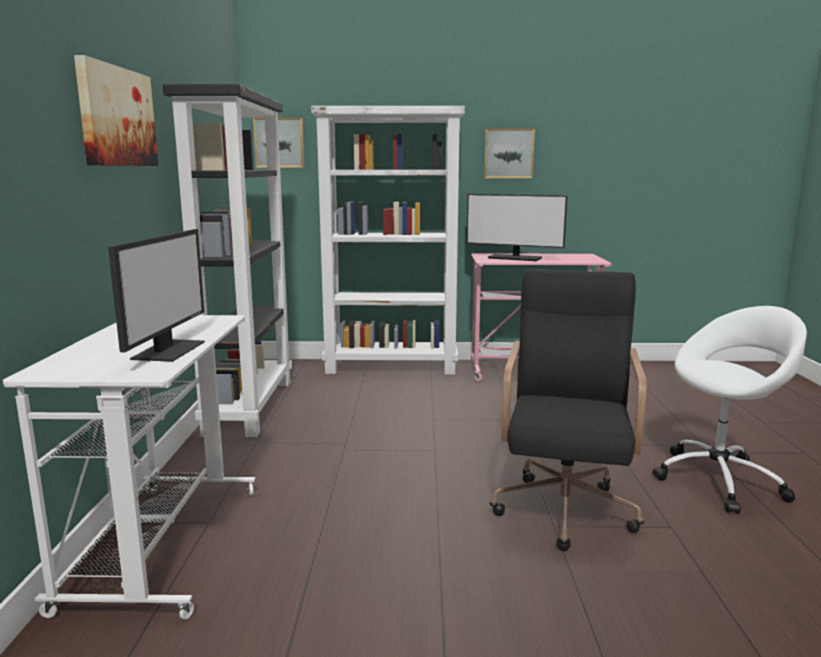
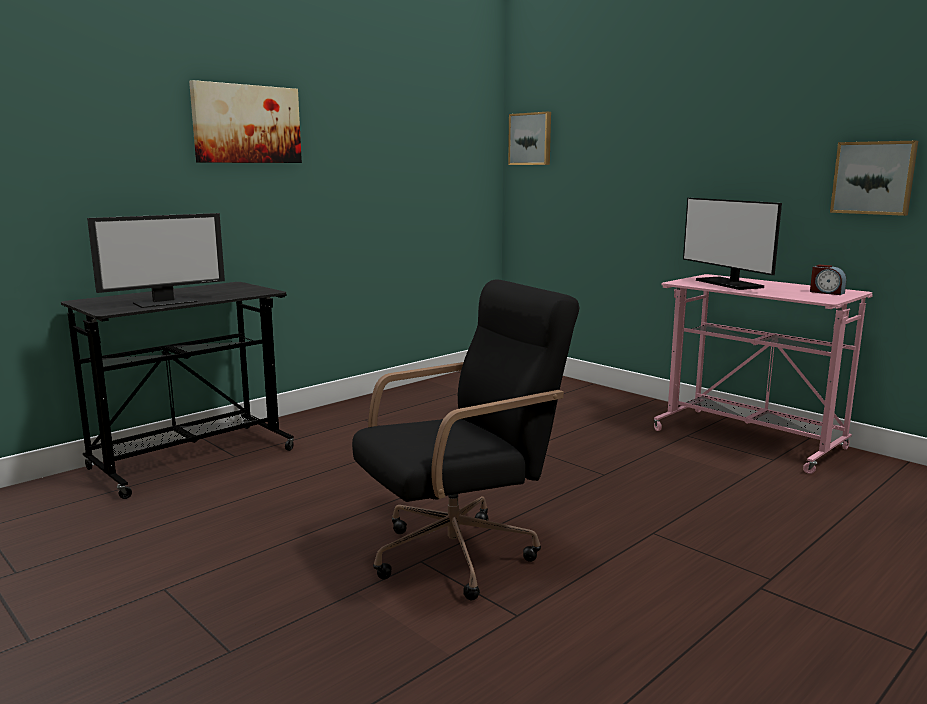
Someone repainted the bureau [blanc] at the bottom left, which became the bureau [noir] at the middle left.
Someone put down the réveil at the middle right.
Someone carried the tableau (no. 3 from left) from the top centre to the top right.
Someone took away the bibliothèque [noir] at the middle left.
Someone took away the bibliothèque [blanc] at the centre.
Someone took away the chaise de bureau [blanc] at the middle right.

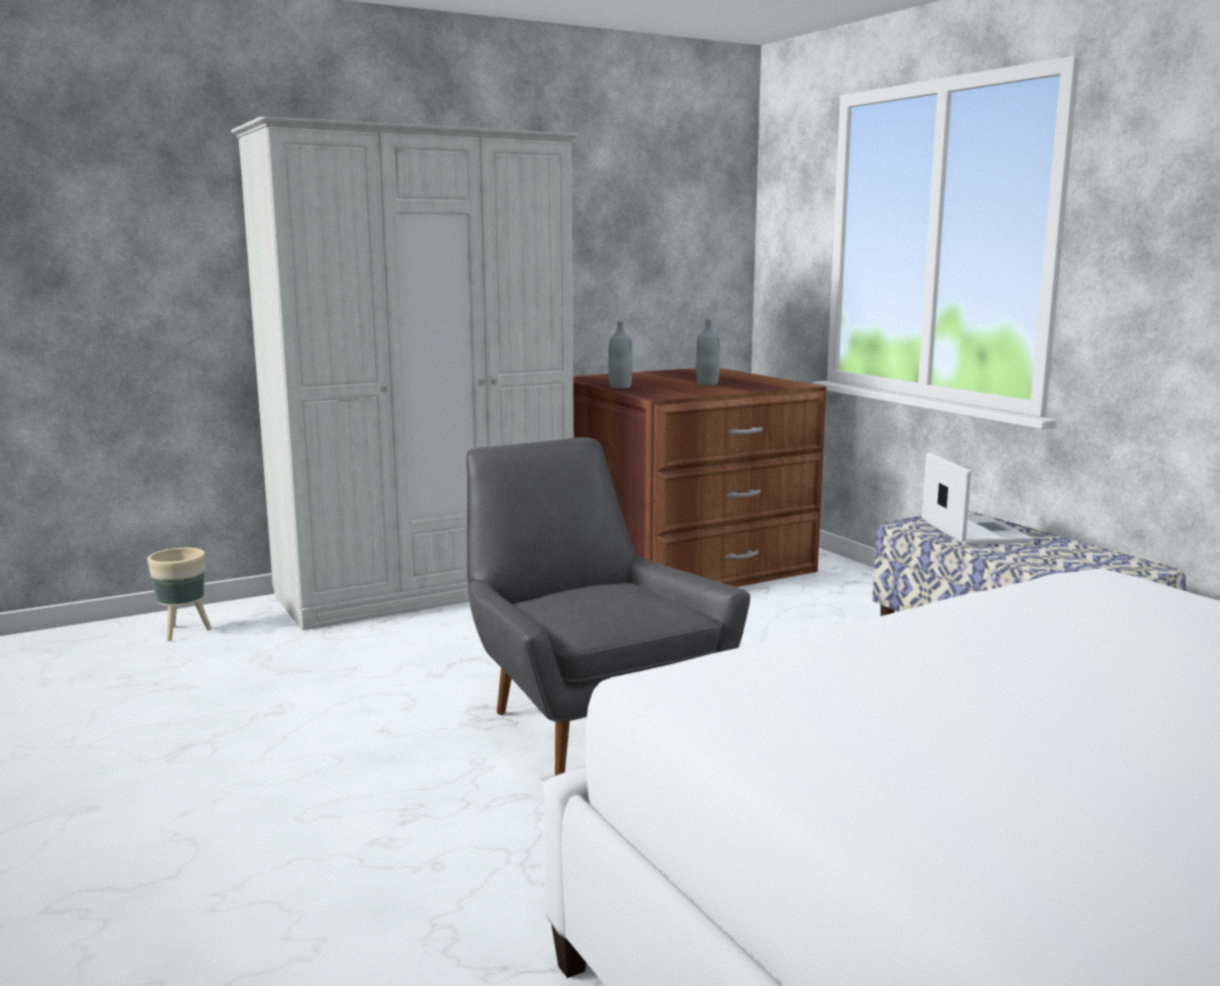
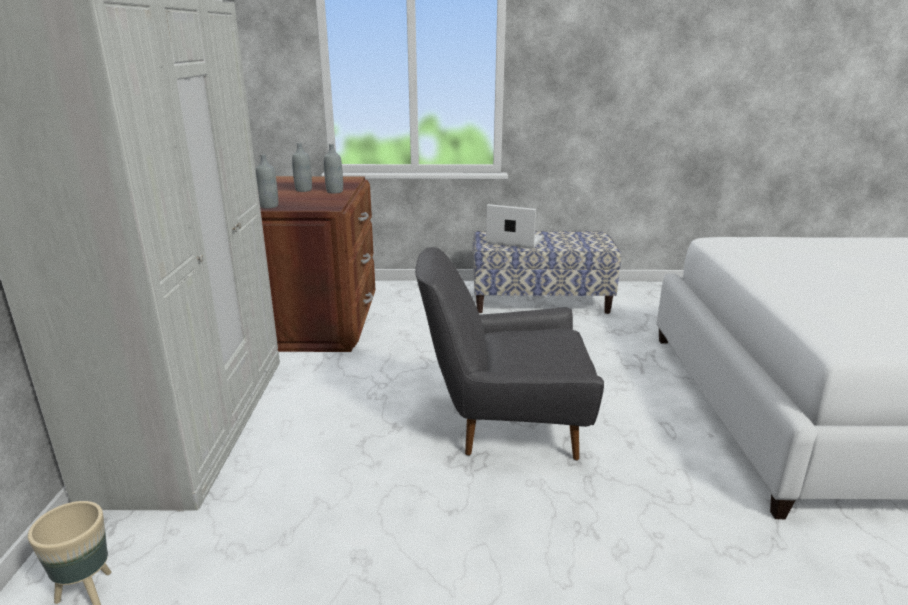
Someone put down the bouteille [gris] (no. 3 from left) at the top centre.

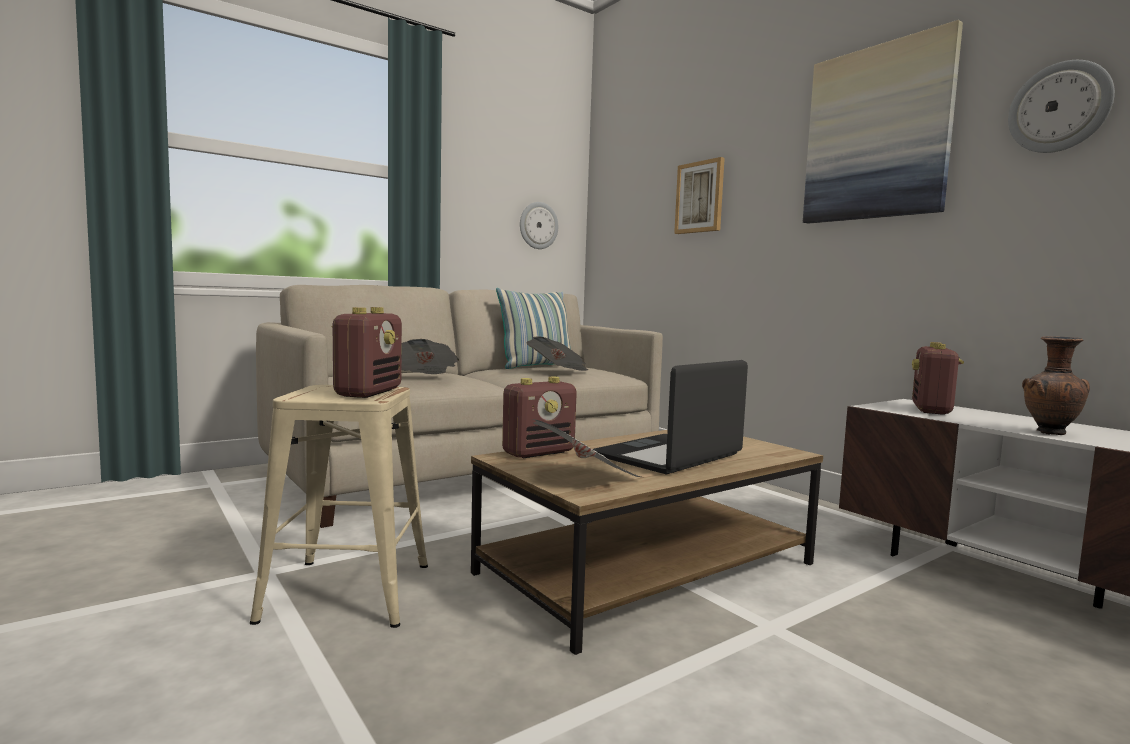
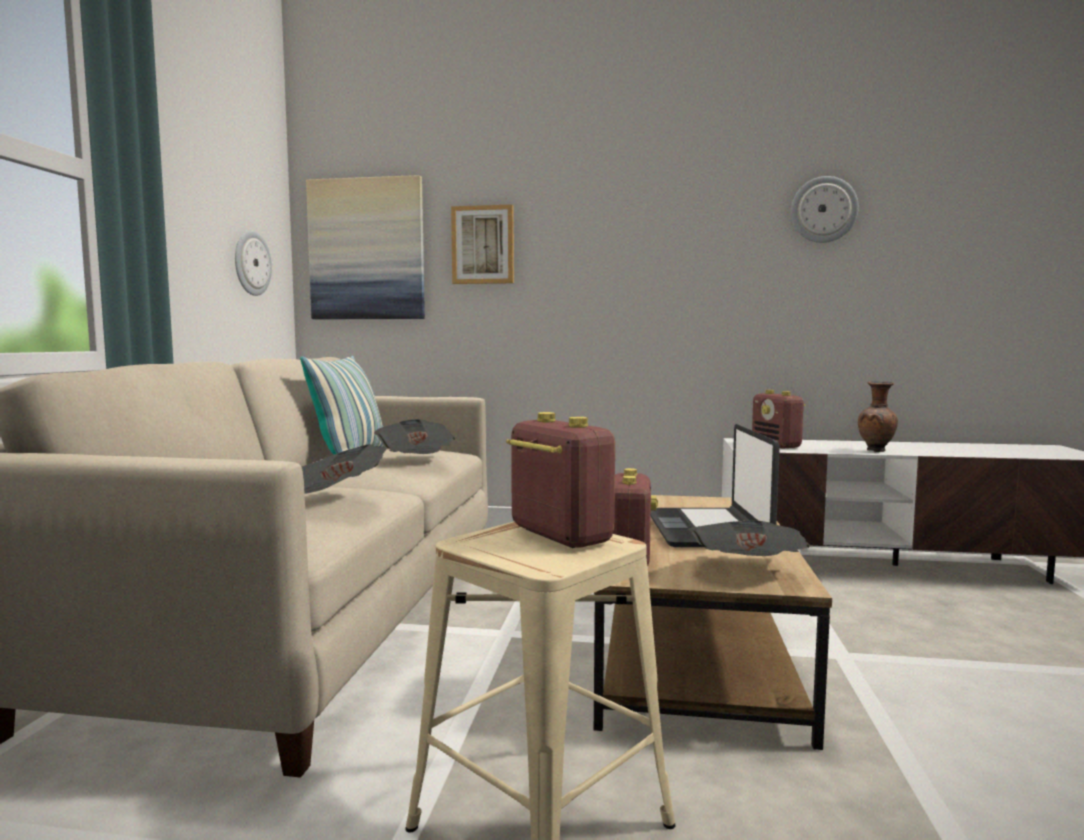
Someone carried the tableau (no. 2 from left in the first image) from the top right to the top centre.

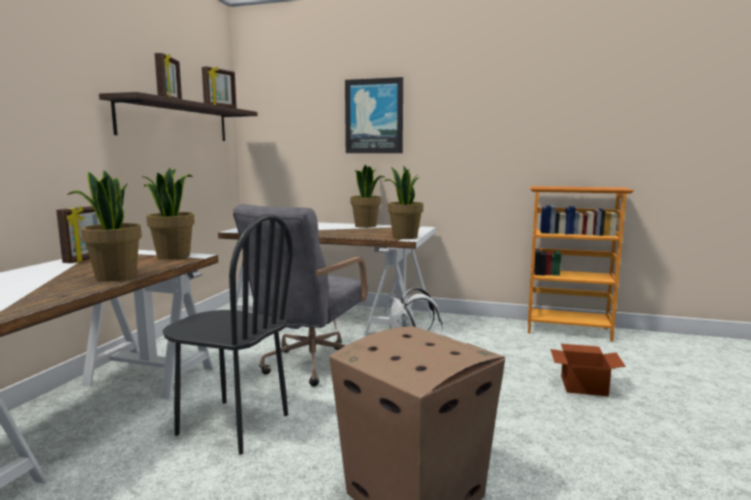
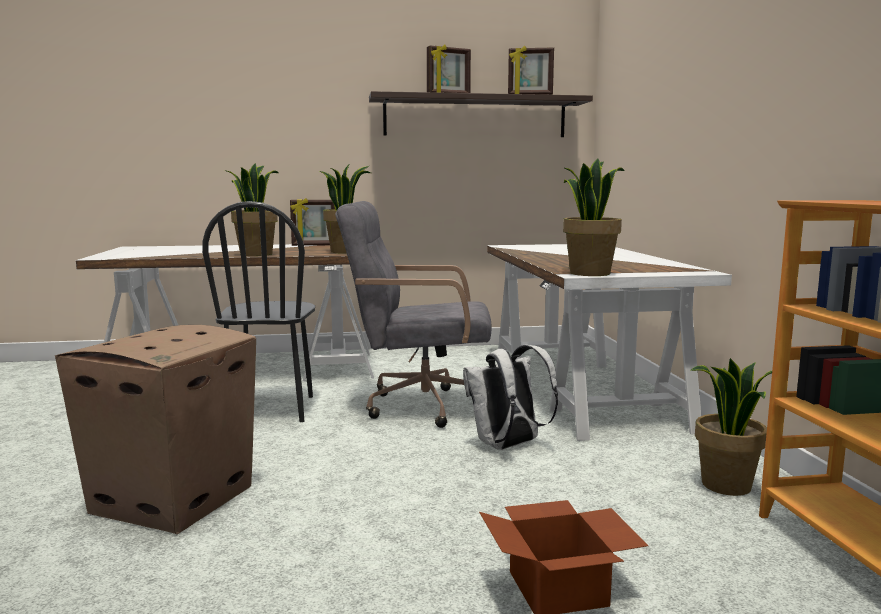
Someone carried the plante en pot (no. 3 from left in the first image) from the centre to the bottom right.
Someone took away the tableau at the top centre.

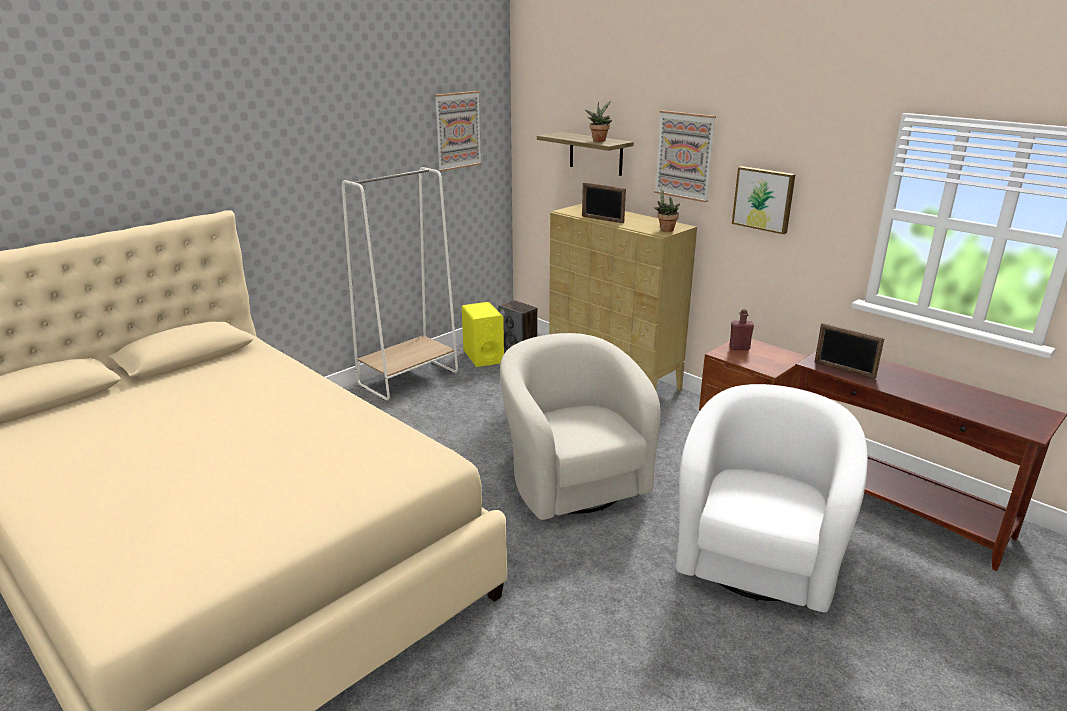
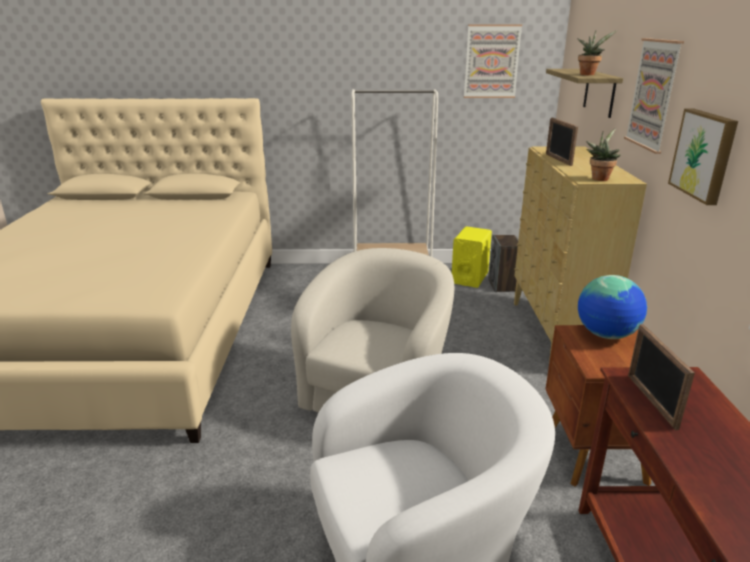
Someone swapped the bouteille [rouge] at the middle right for the globe at the middle right.

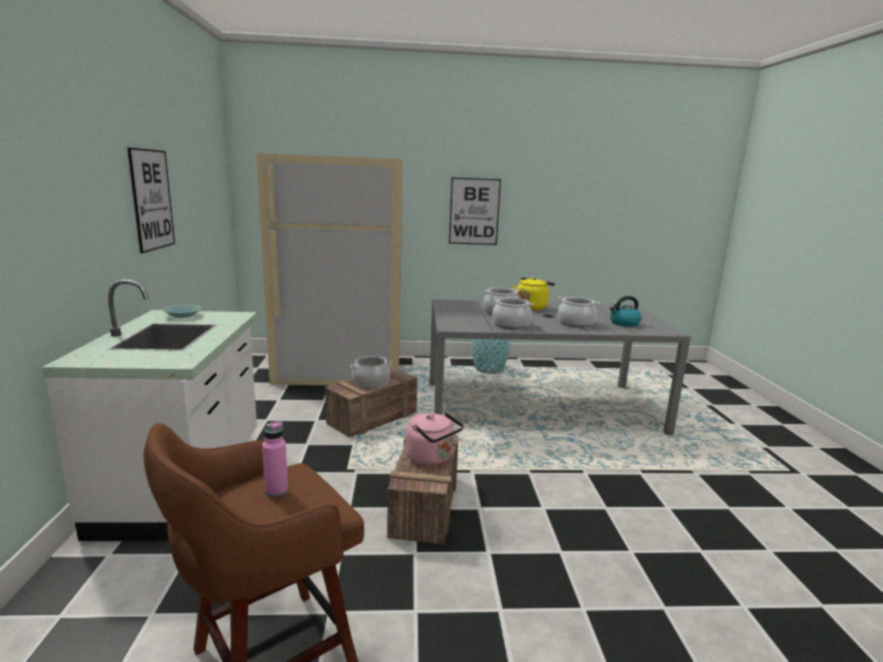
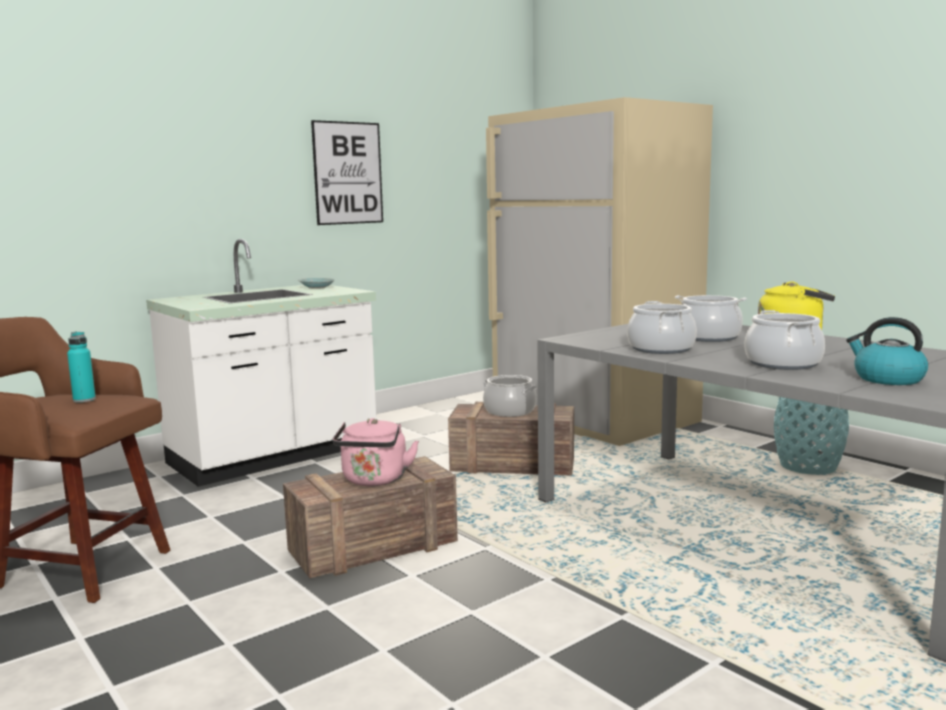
Someone repainted the bouteille [rose] at the bottom left, which became the bouteille [turquoise] at the middle left.
Someone took away the tableau (no. 2 from left) at the top centre.

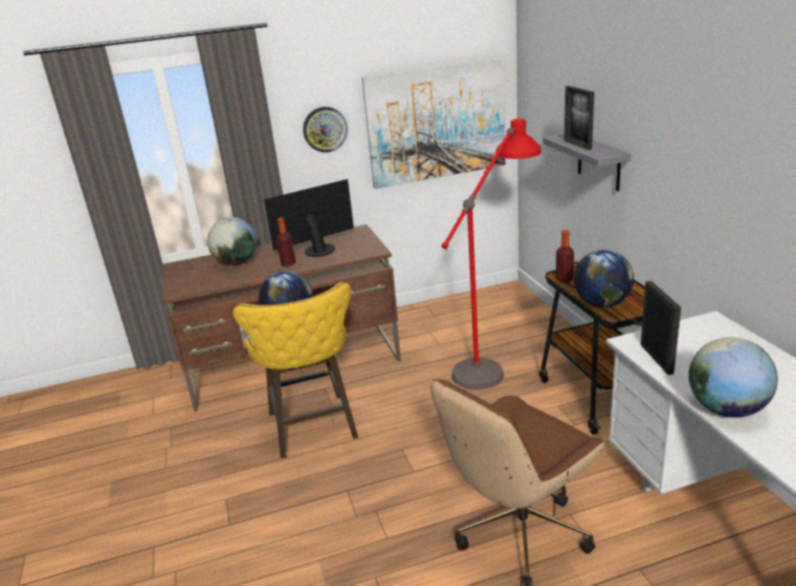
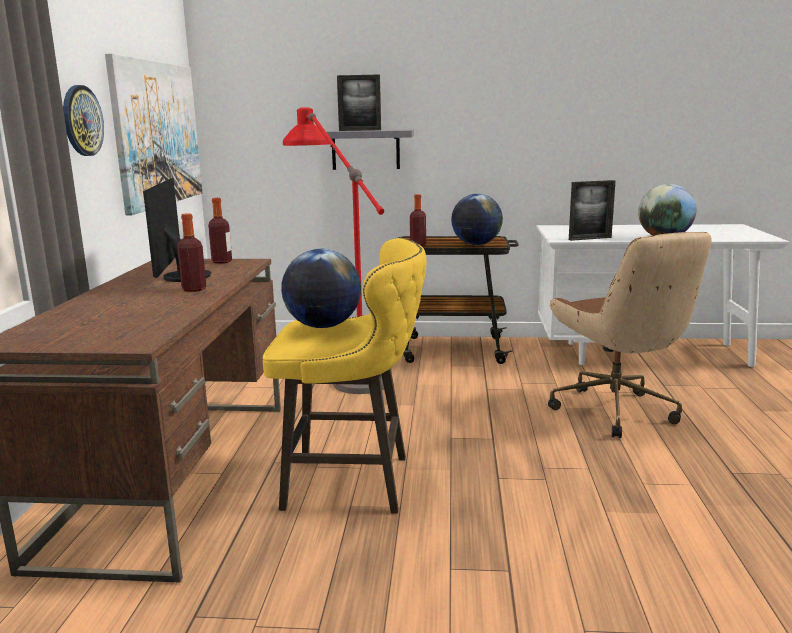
Someone put down the bouteille (no. 2 from left) at the middle left.
Someone rotated the cadre photo (no. 2 from left) at the middle right by 150 degrees clockwise.
Someone took away the globe (no. 1 from left) at the middle left.

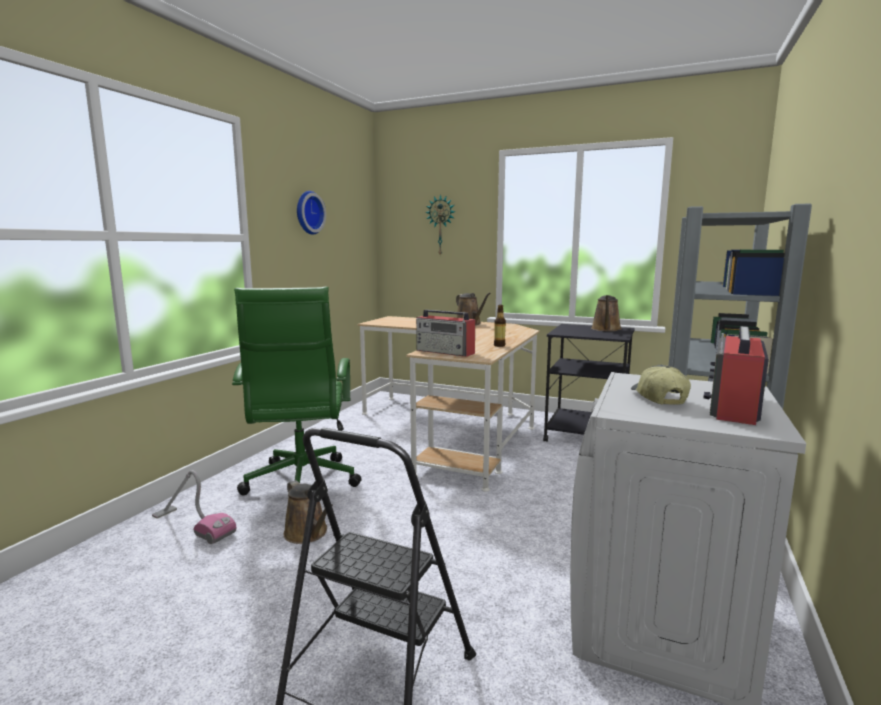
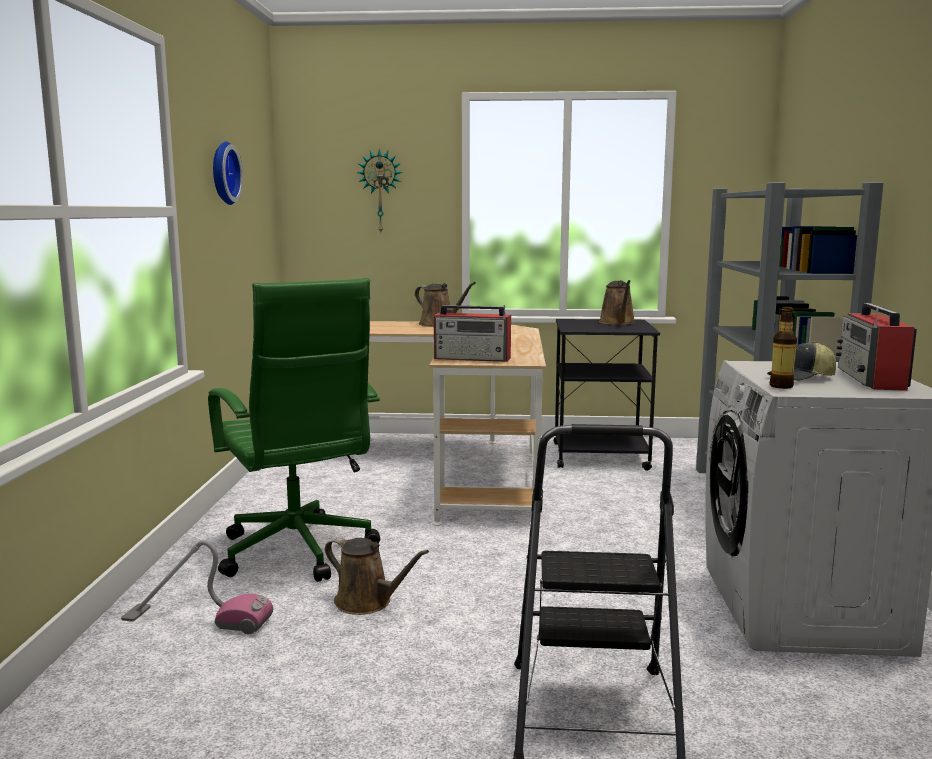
Someone rotated the casquette at the middle right by 90 degrees counterclockwise.
Someone carried the bouteille from the centre to the middle right.

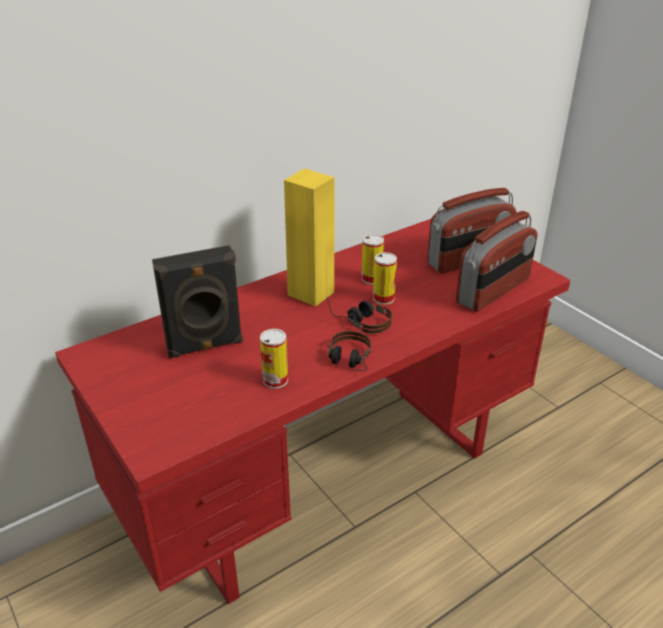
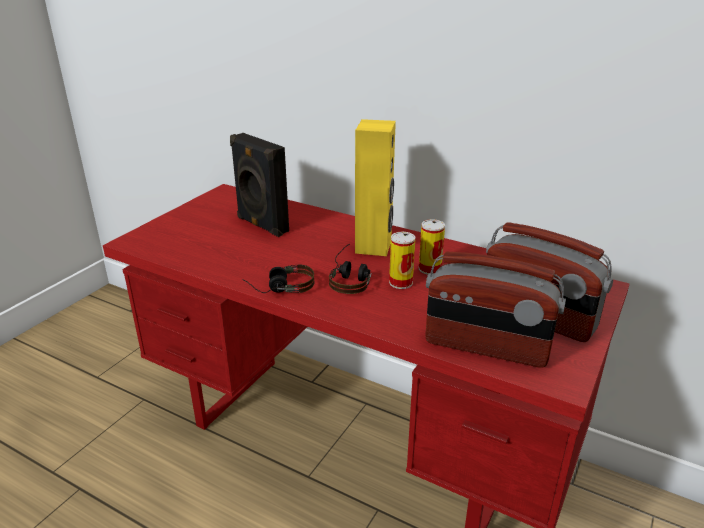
Someone took away the boîte métallique (no. 1 from left) at the centre.

